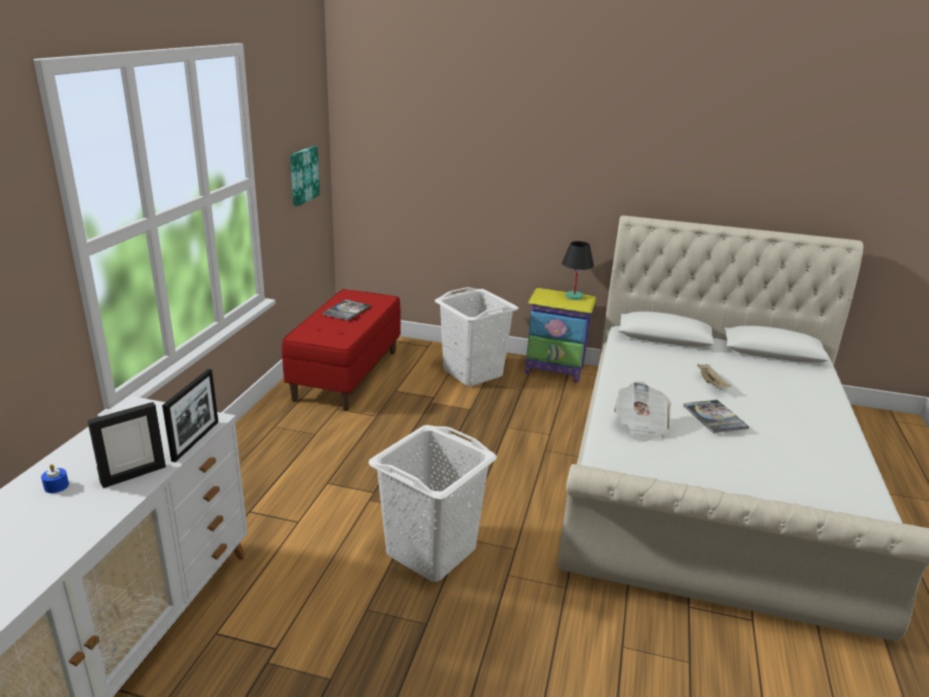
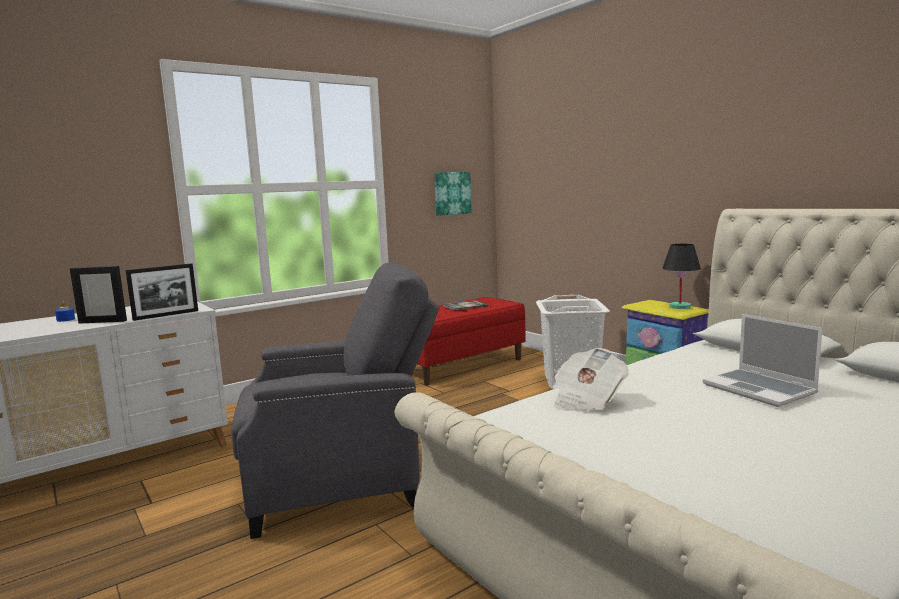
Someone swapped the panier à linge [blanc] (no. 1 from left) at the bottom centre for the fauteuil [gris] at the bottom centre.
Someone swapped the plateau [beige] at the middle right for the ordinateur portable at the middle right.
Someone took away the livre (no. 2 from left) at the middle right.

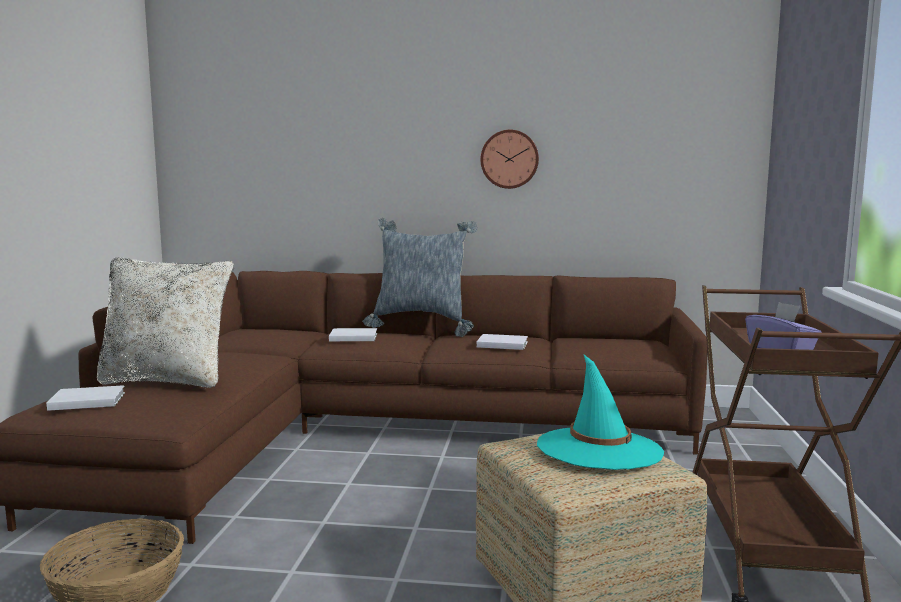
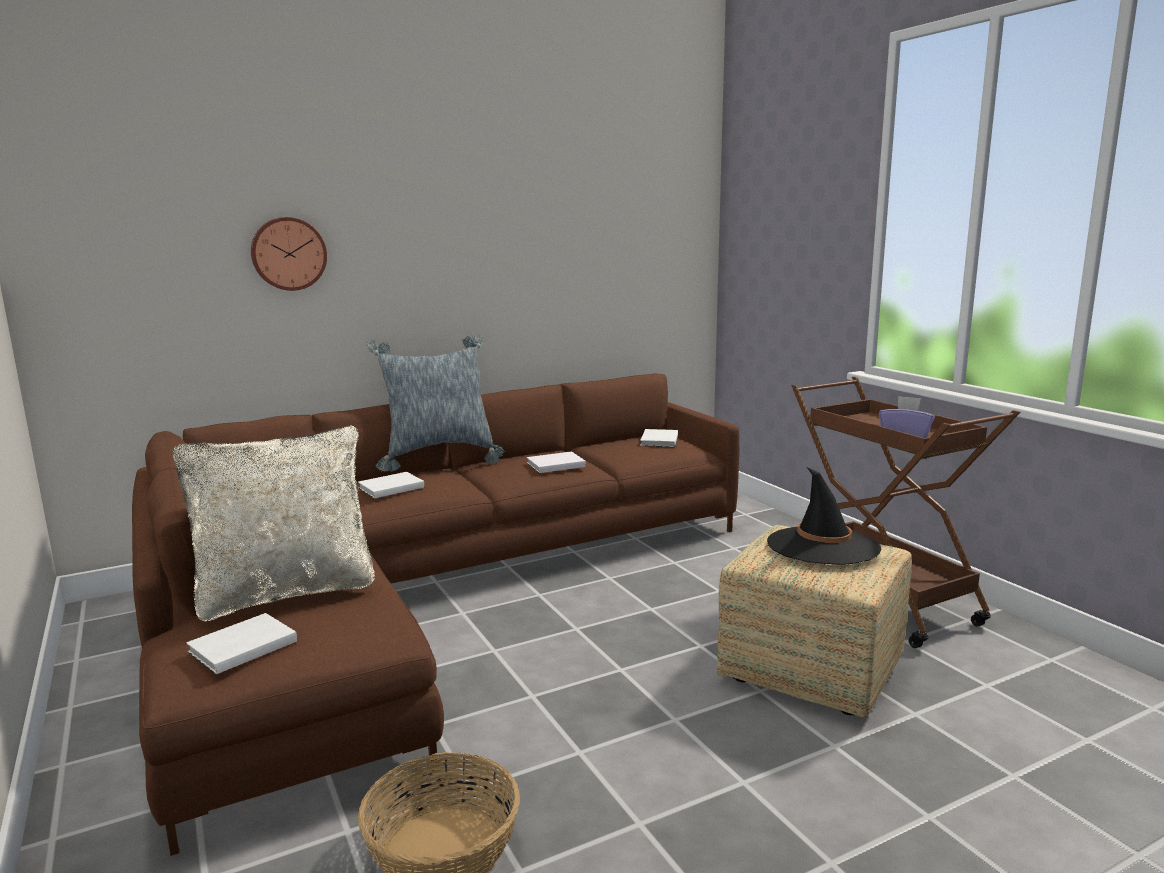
Someone carried the horloge murale from the top centre to the top left.
Someone put down the livre [blanc] (no. 4 from left) at the centre.
Someone repainted the chapeau [turquoise] at the bottom centre, which became the chapeau [noir] at the middle right.

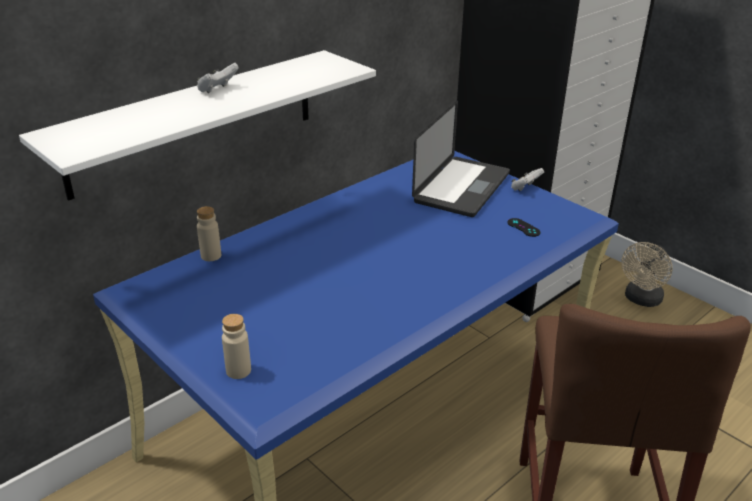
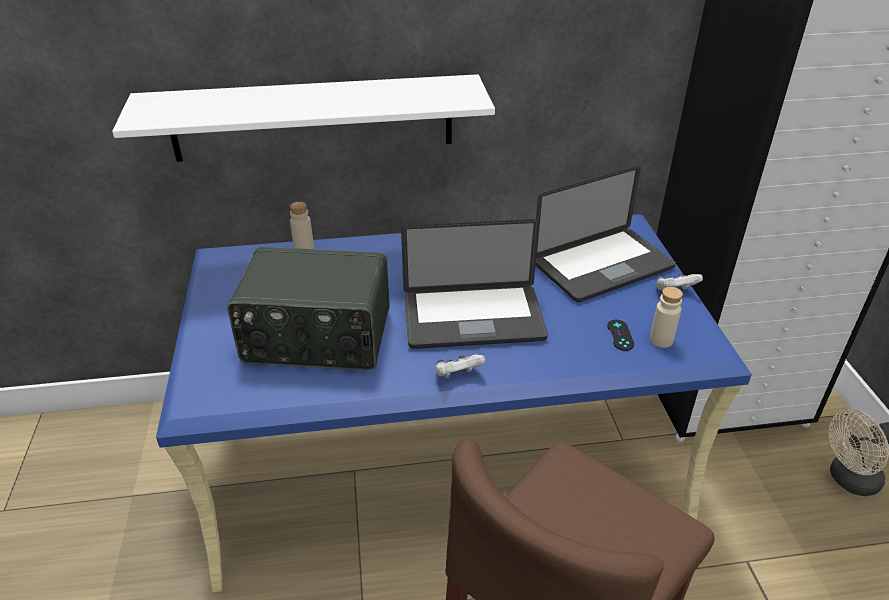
Someone put down the radio at the centre.
Someone put down the ordinateur portable (no. 1 from left) at the centre.
Someone carried the manette [blanc] (no. 1 from left) from the top left to the centre.
Someone carried the bouteille [beige] (no. 2 from left) from the bottom left to the middle right.

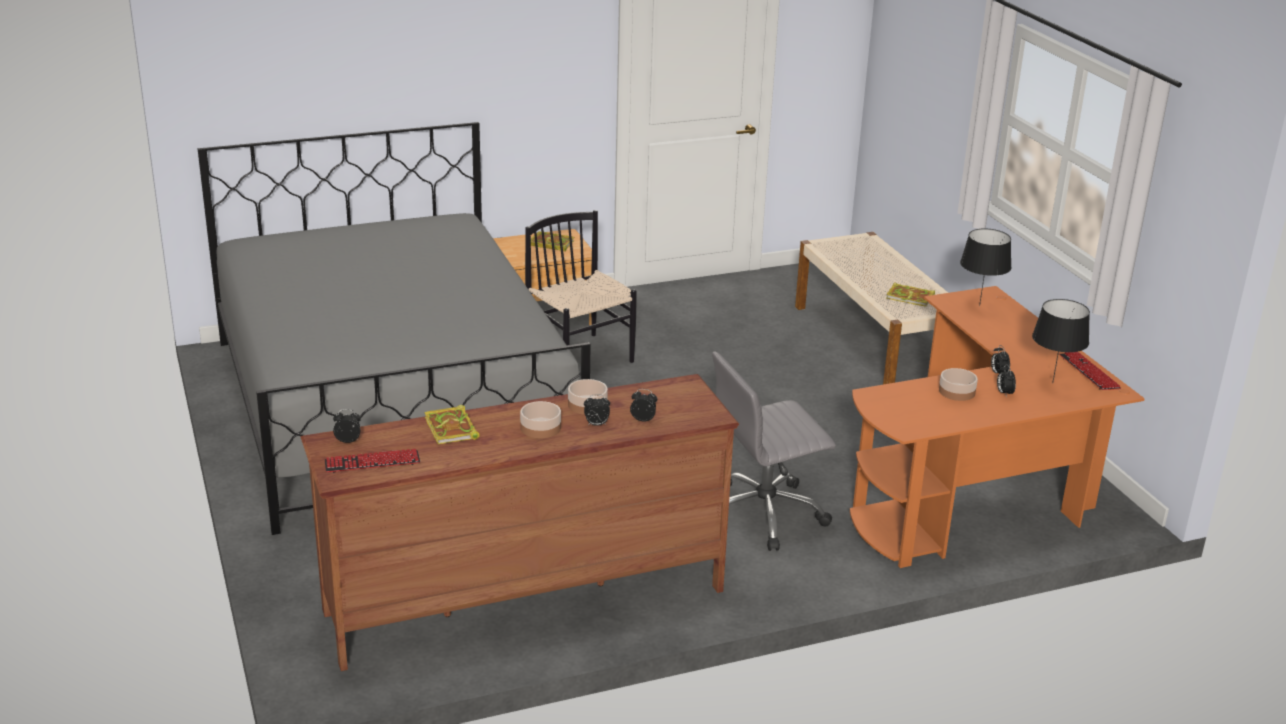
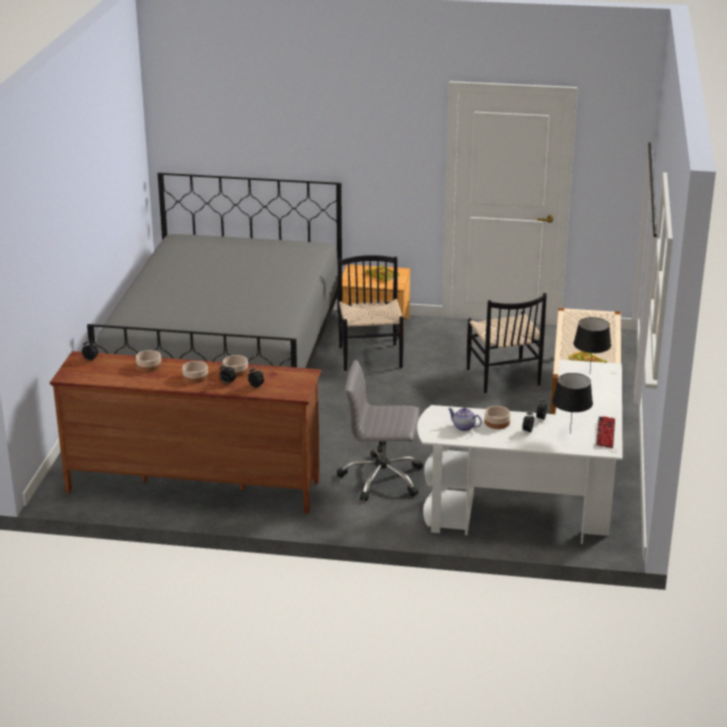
Someone swapped the livre (no. 1 from left) at the centre for the bol (no. 1 from left) at the middle left.
Someone repainted the bureau [orange] at the middle right, which became the bureau [blanc] at the middle right.
Someone put down the théière at the centre.
Someone put down the chaise [noir] (no. 2 from left) at the middle right.
Someone took away the clavier (no. 1 from left) at the middle left.

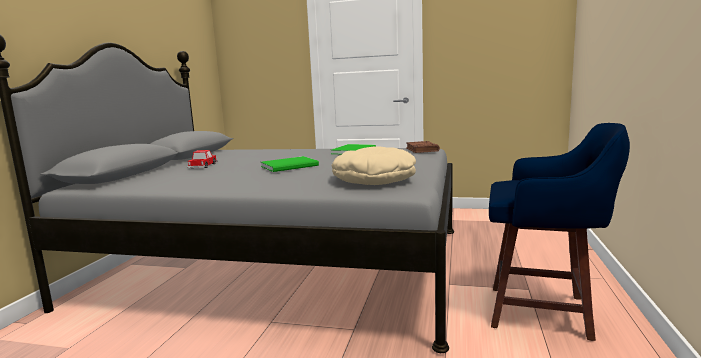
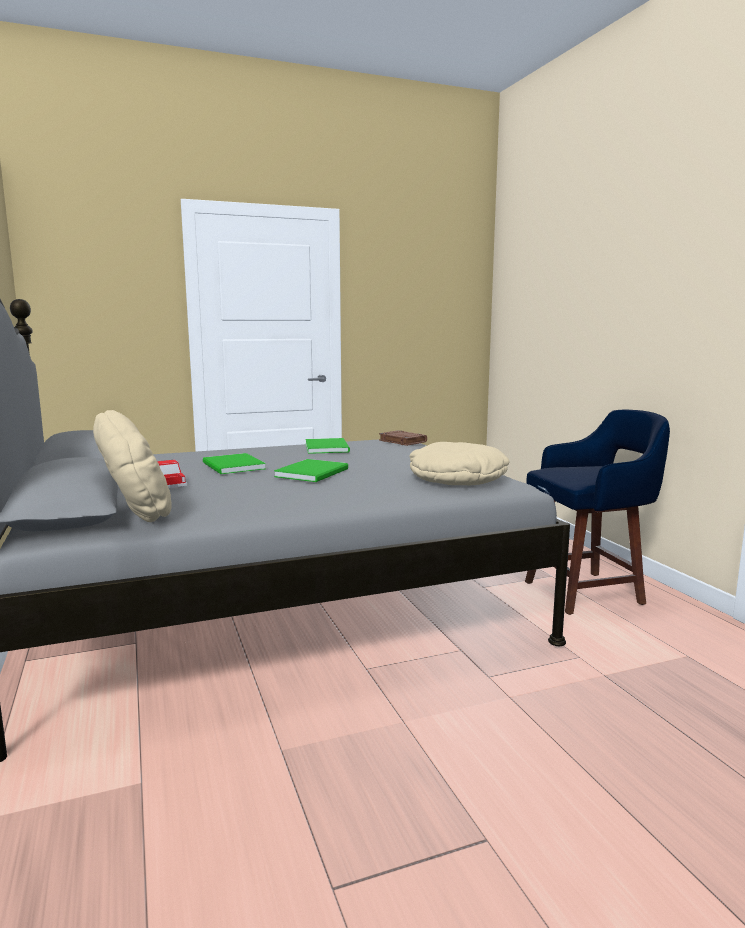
Someone put down the coussin [beige] (no. 1 from left) at the middle left.
Someone put down the livre [vert] (no. 1 from left) at the middle left.

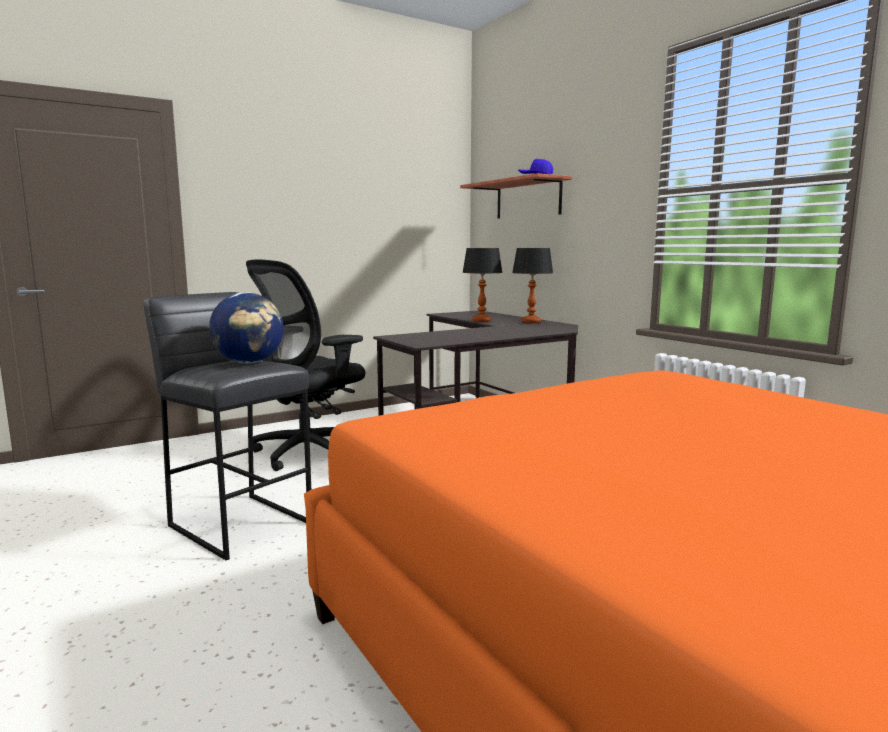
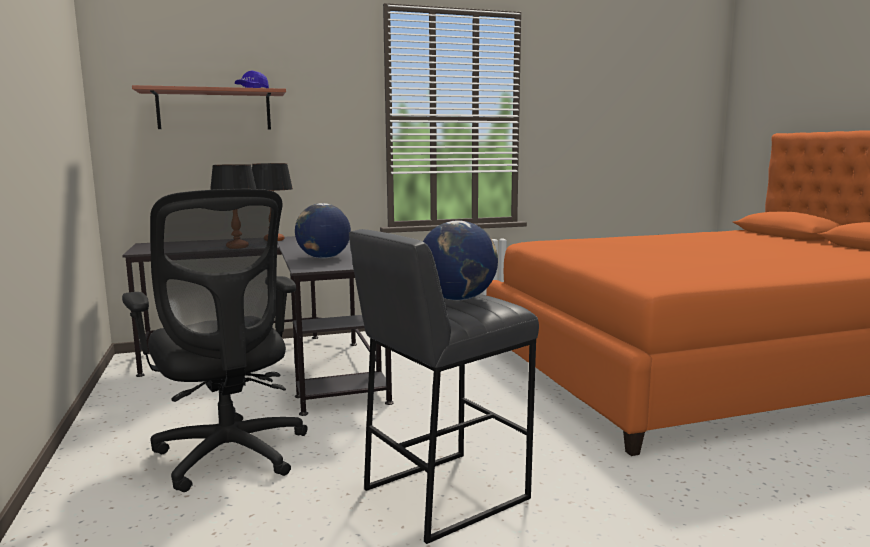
Someone put down the globe (no. 1 from left) at the centre.

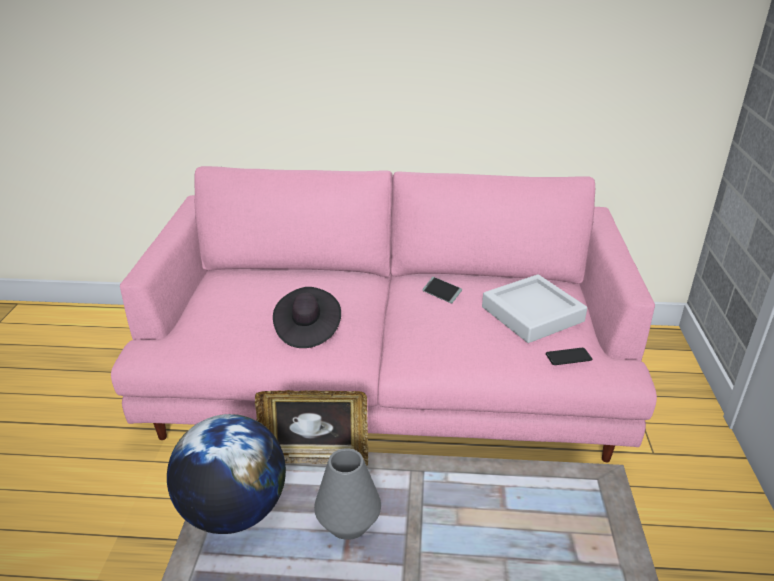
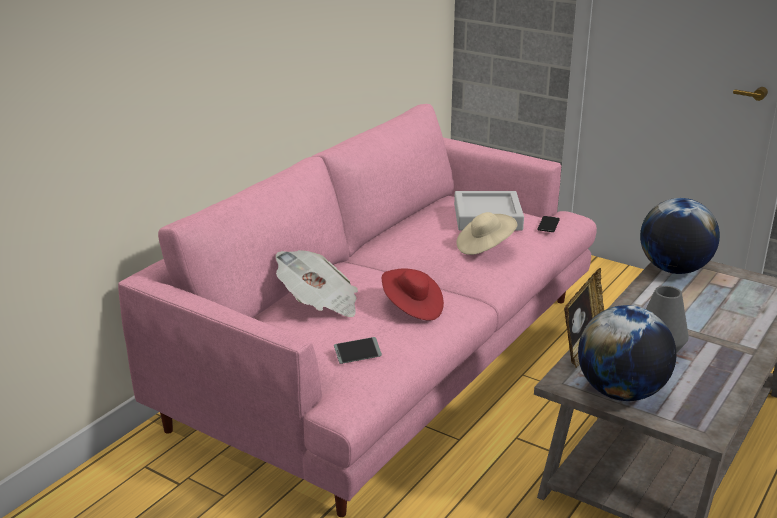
Someone put down the journal at the centre.
Someone carried the téléphone (no. 1 from left) from the centre to the bottom centre.
Someone repainted the chapeau [noir] at the centre, which became the chapeau [rouge] at the centre.
Someone put down the chapeau [beige] at the centre.
Someone put down the globe (no. 2 from left) at the middle right.

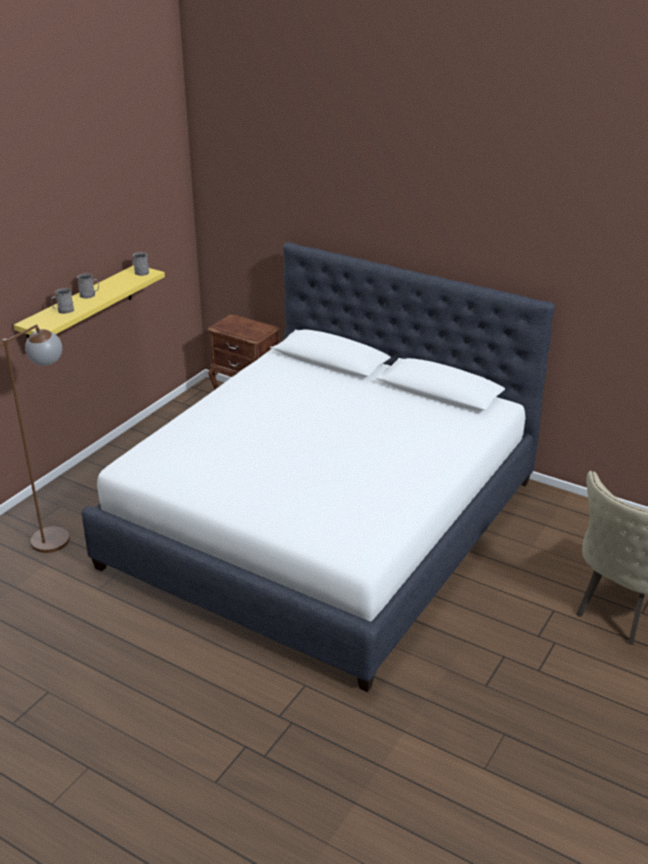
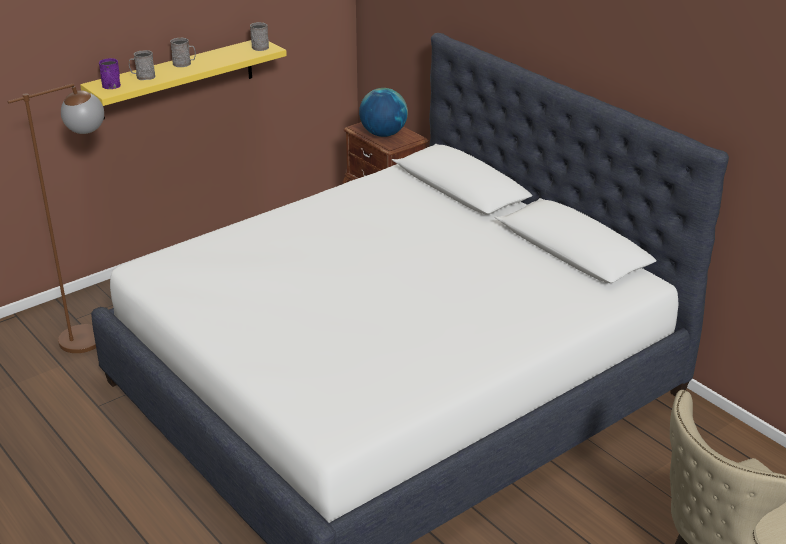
Someone put down the mug [violet] at the top left.
Someone put down the globe at the top centre.

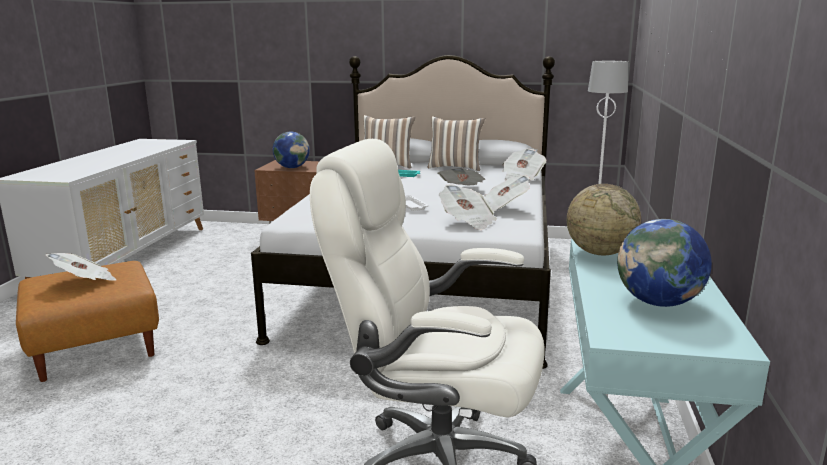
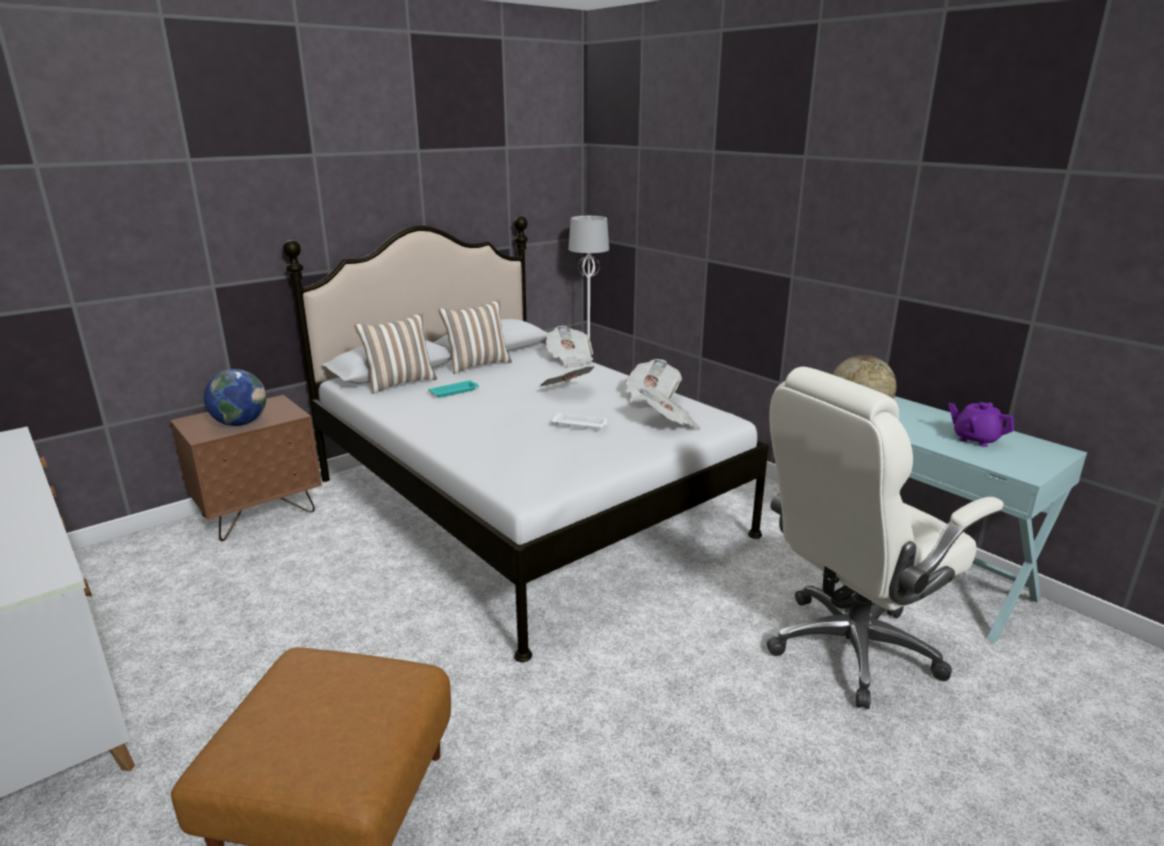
Someone swapped the globe (no. 3 from left) at the middle right for the théière [violet] at the middle right.
Someone took away the journal (no. 1 from left) at the middle left.

